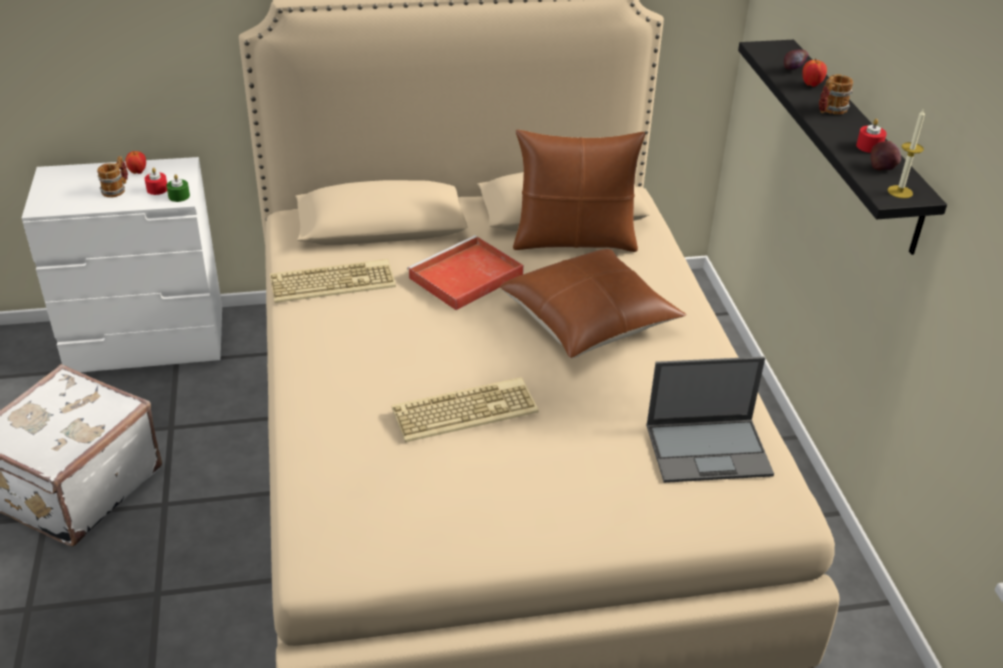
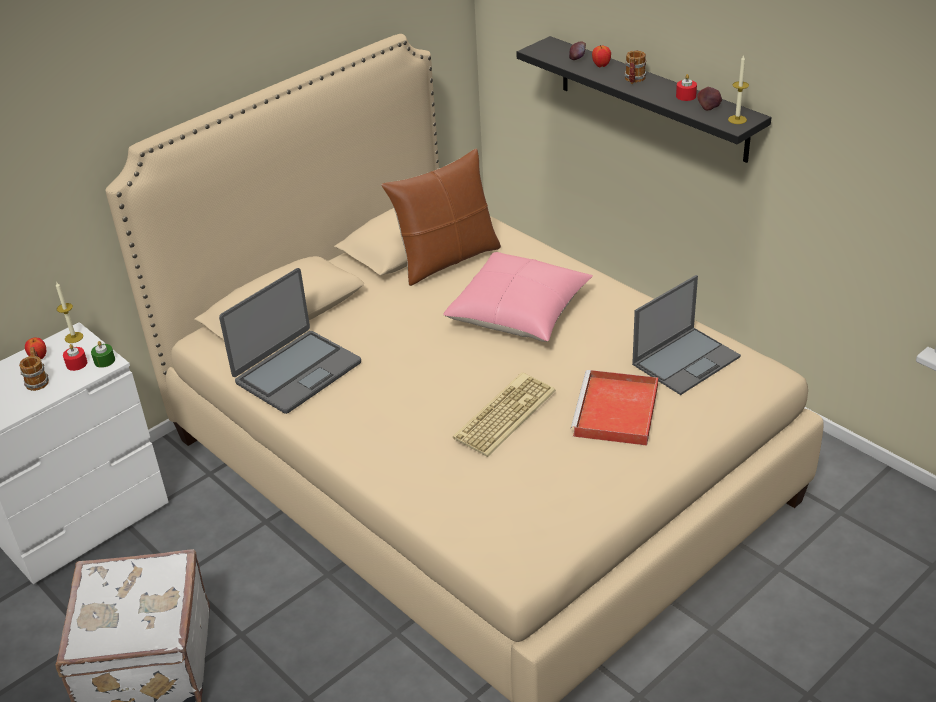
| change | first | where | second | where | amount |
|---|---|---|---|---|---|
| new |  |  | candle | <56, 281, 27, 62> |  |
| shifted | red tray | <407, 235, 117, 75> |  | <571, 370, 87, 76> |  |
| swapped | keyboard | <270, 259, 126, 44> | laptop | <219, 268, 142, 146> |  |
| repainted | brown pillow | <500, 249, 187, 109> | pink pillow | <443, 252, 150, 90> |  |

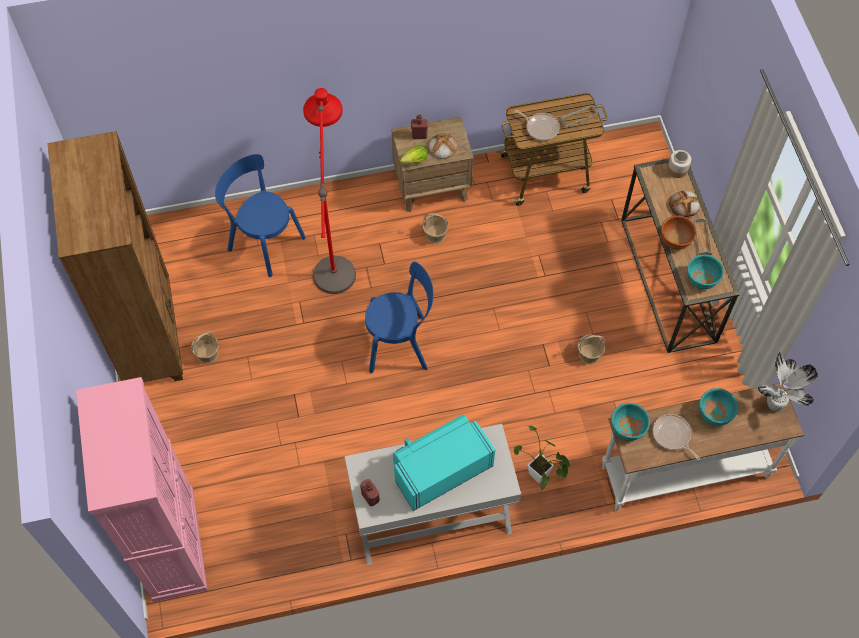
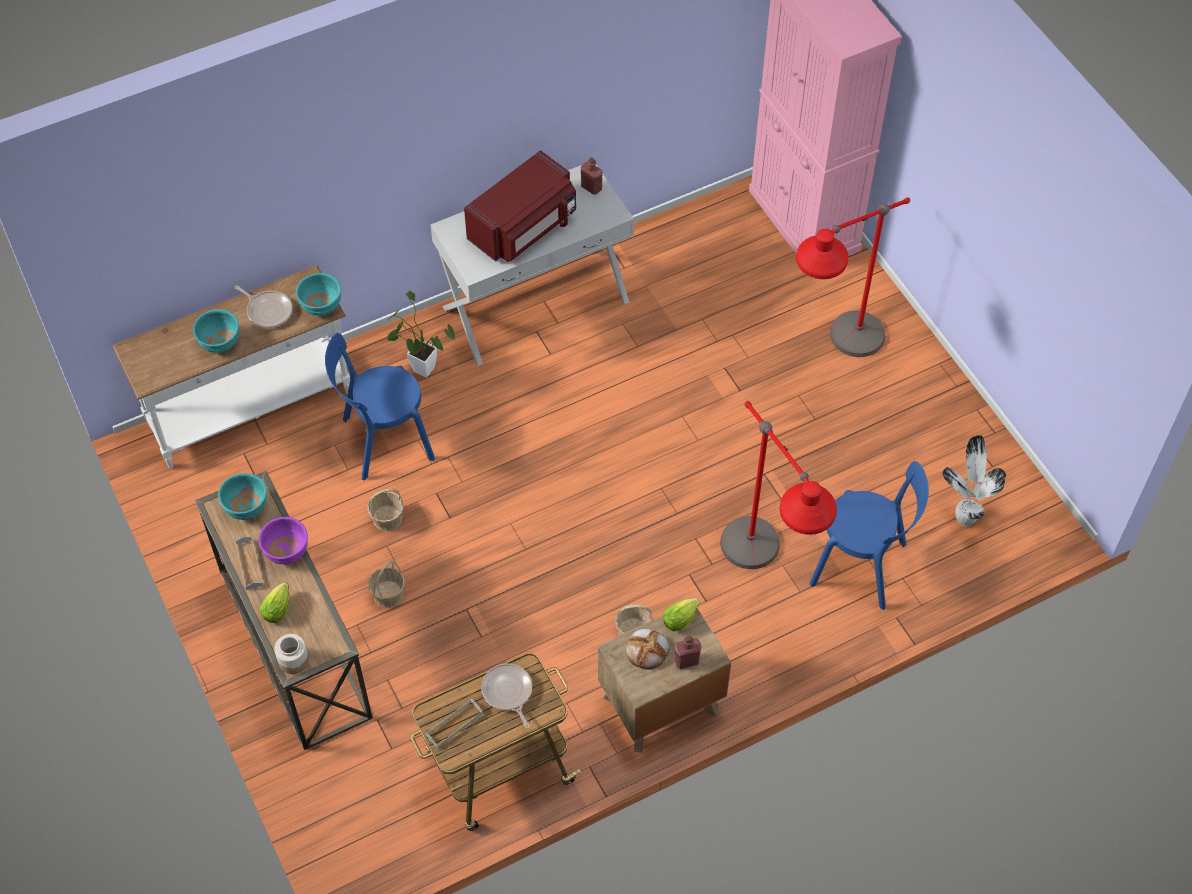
| change | first | where | second | where | amount |
|---|---|---|---|---|---|
| gone | brown bookcase | <47, 131, 136, 251> |  |  |  |
| new |  |  | red floor lamp | <796, 197, 114, 160> |  |
| shifted | basket | <191, 331, 28, 33> |  | <368, 561, 37, 47> |  |
| shifted | blue chair | <365, 262, 69, 111> |  | <325, 333, 110, 147> |  |
| shifted | potted plant | <758, 352, 60, 59> |  | <942, 435, 64, 91> |  |
| swapped | bread | <669, 191, 31, 26> | lettuce | <260, 582, 29, 41> |  |
| repainted | turquoise microwave | <393, 415, 102, 96> | red microwave | <464, 150, 112, 112> |  |
| repainted | brown bowl | <661, 215, 36, 35> | purple bowl | <258, 517, 50, 48> |  |
| rotated | frying pan | <515, 110, 45, 31> |  | <481, 663, 51, 66> | 45 degrees clockwise |

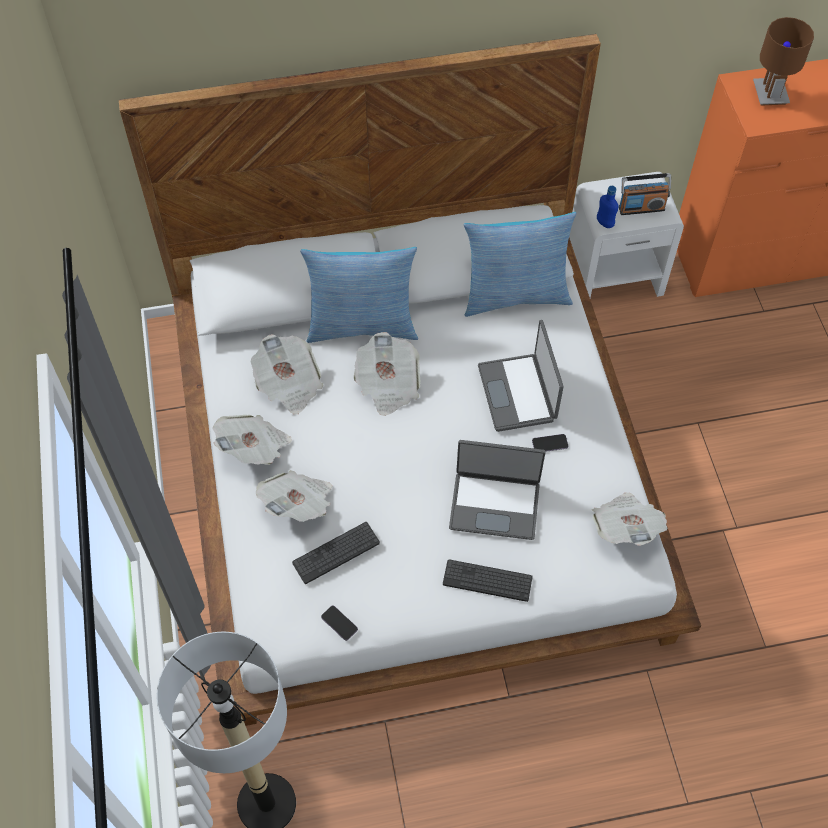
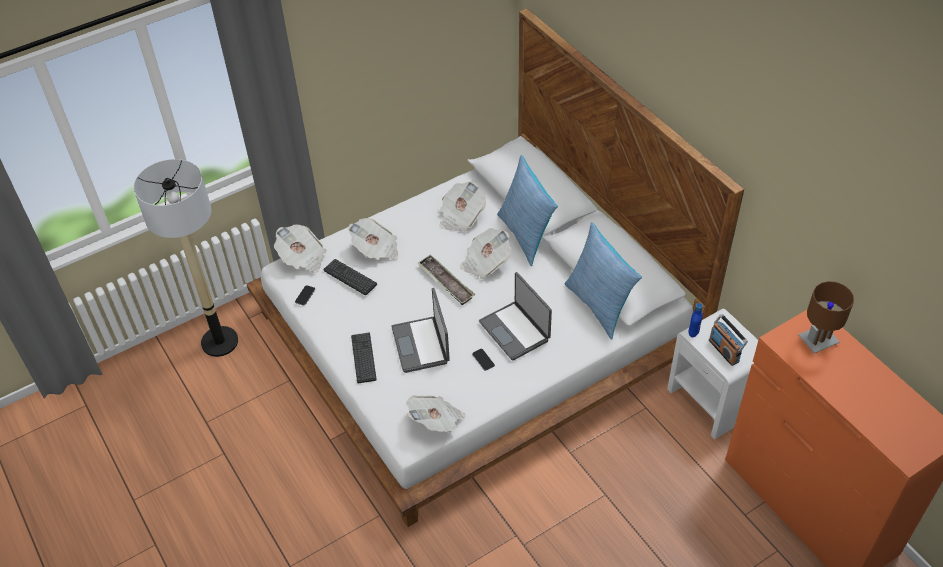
| change | first | where | second | where | amount |
|---|---|---|---|---|---|
| new |  |  | tray | <417, 255, 58, 50> |  |
| shifted | newspaper | <213, 415, 79, 50> |  | <274, 225, 53, 48> |  |
| rotated | laptop | <478, 320, 85, 112> |  | <479, 272, 73, 89> | 90 degrees counterclockwise |

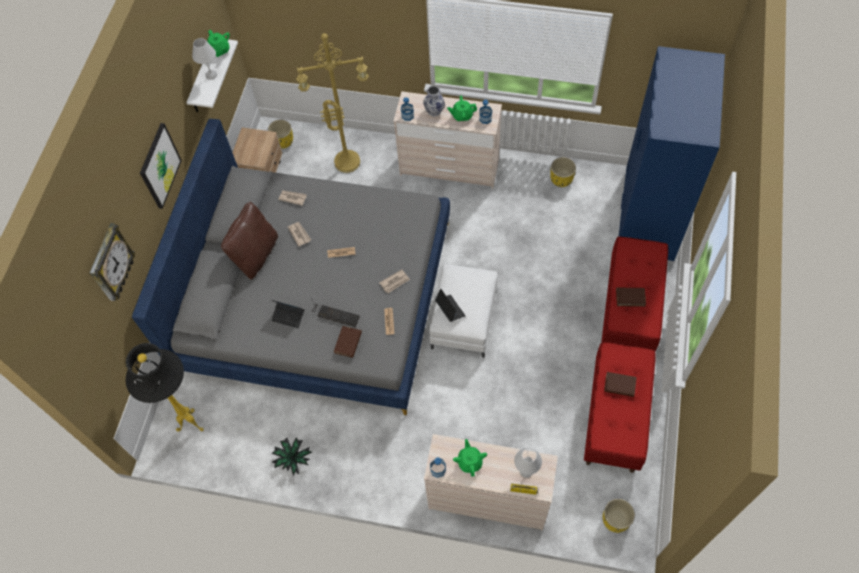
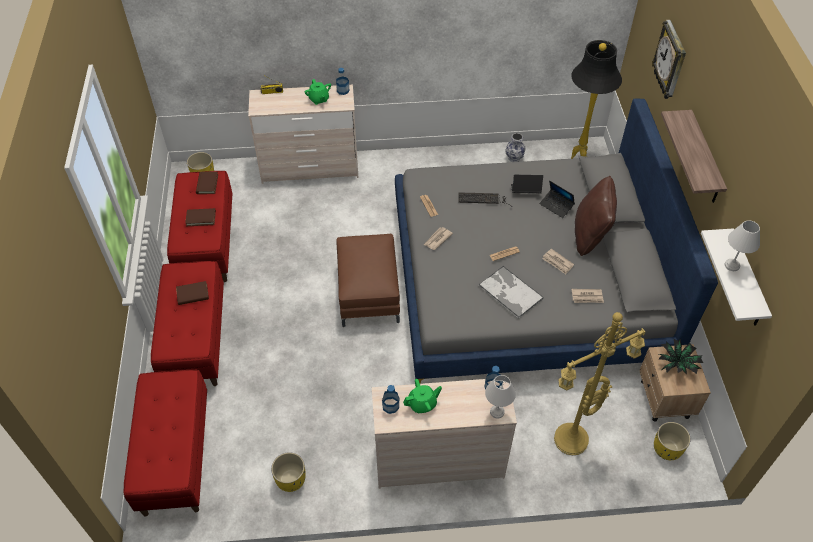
| change | first | where | second | where | amount |
|---|---|---|---|---|---|
| gone | green teapot | <207, 30, 23, 27> |  |  |  |
| new |  |  | tray | <478, 266, 66, 53> |  |
| shifted | potted plant | <272, 438, 40, 38> |  | <659, 338, 44, 36> |  |
| shifted | brown book | <334, 326, 28, 32> |  | <196, 172, 22, 22> |  |
| shifted | vase | <423, 86, 22, 31> |  | <505, 133, 21, 29> |  |
| shifted | laptop | <435, 289, 31, 33> |  | <540, 181, 35, 37> |  |
| shifted | white table lamp | <514, 448, 28, 30> |  | <485, 375, 31, 44> |  |
| swapped | picture | <140, 123, 42, 86> | shelf | <661, 110, 66, 93> |  |
| swapped | blue wardrobe | <618, 46, 107, 215> | red bench | <124, 370, 83, 147> |  |
| repainted | white ottoman | <429, 264, 69, 94> | brown ottoman | <336, 234, 64, 93> |  |

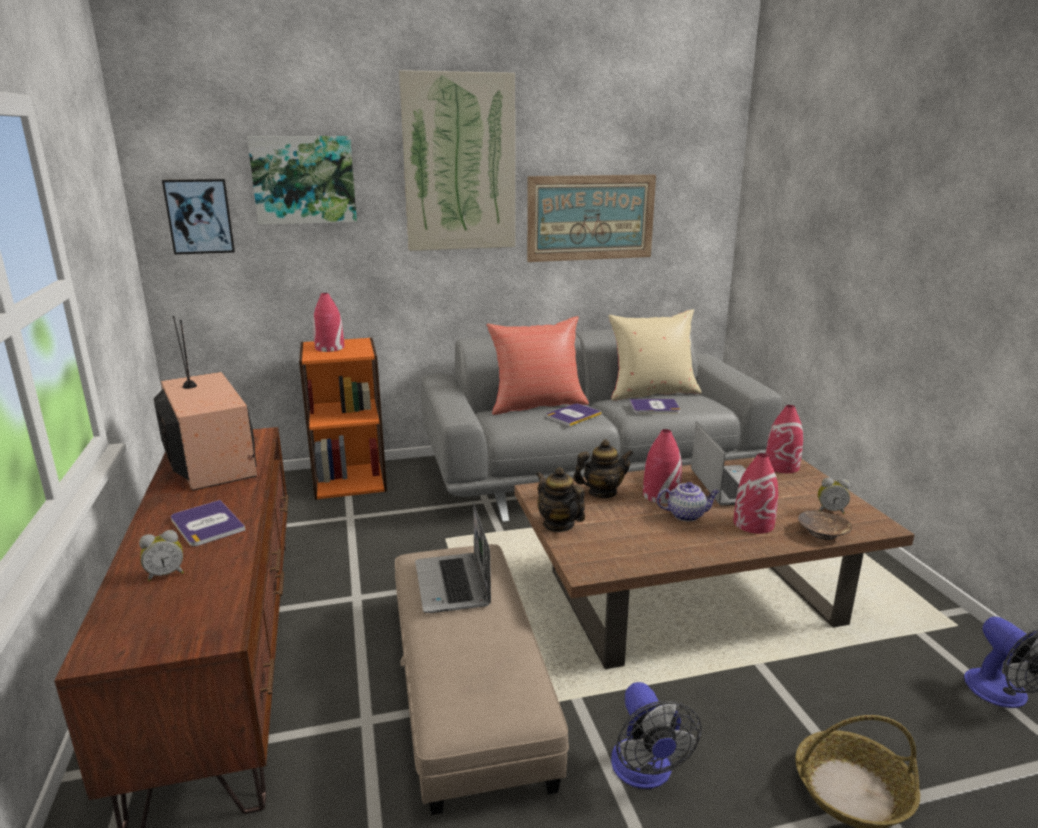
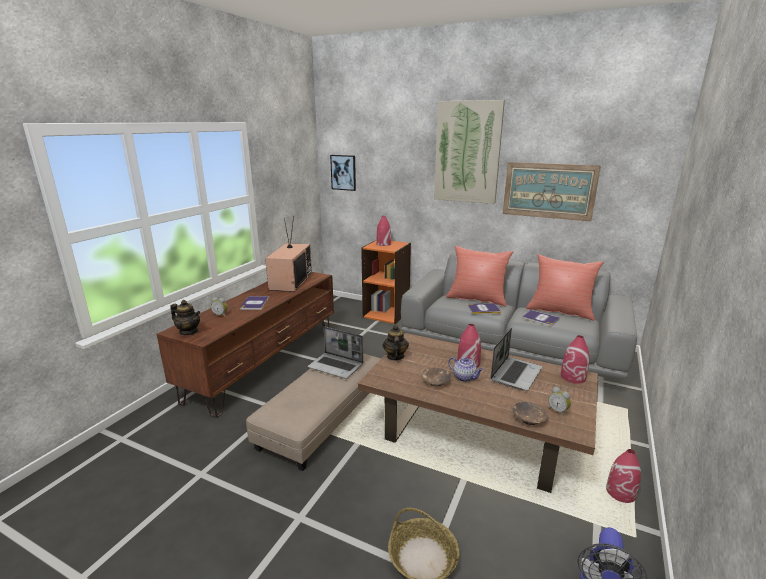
| change | first | where | second | where | amount |
|---|---|---|---|---|---|
| gone | picture | <247, 136, 110, 89> |  |  |  |
| gone | fan | <611, 682, 91, 107> |  |  |  |
| new |  |  | brown bowl | <421, 368, 30, 18> |  |
| shifted | teapot | <573, 439, 61, 59> |  | <170, 300, 30, 35> |  |
| shifted | red vase | <733, 453, 45, 81> |  | <606, 449, 35, 54> |  |
| repainted | beige pillow | <608, 309, 94, 92> | red pillow | <526, 254, 78, 67> |  |
| rotated | laptop | <415, 503, 76, 110> |  | <307, 327, 56, 52> | 90 degrees counterclockwise |

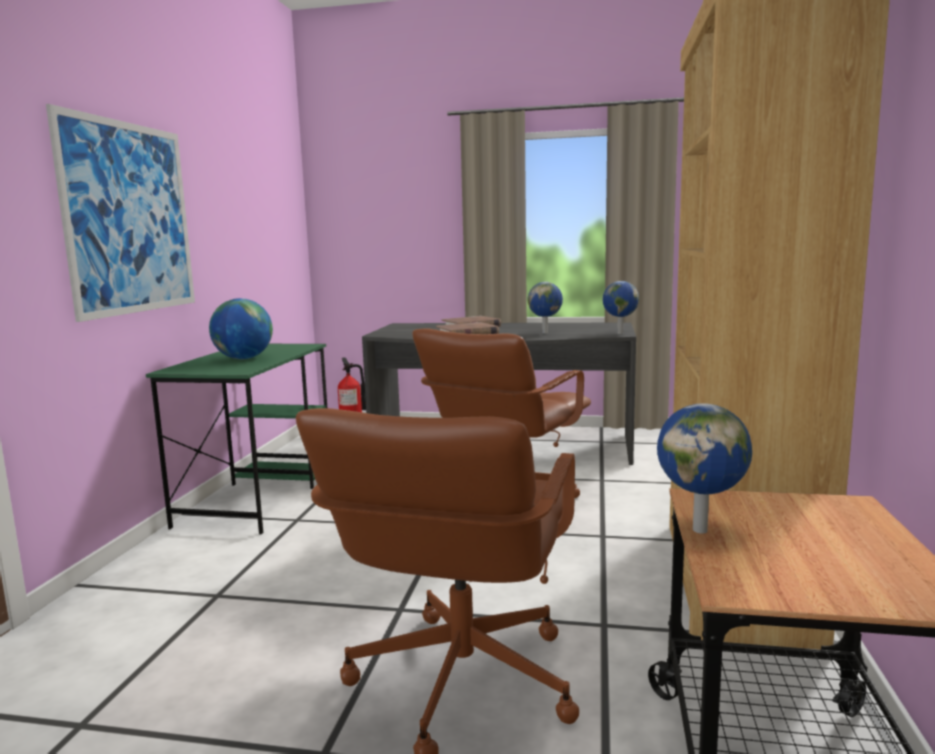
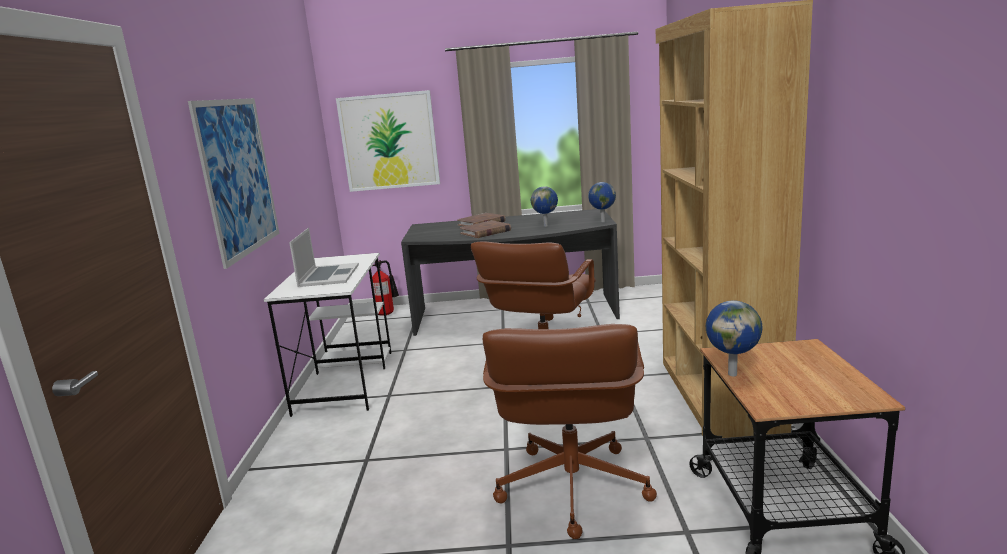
| change | first | where | second | where | amount |
|---|---|---|---|---|---|
| new |  |  | picture | <336, 90, 104, 102> |  |
| swapped | globe | <209, 298, 64, 61> | laptop | <289, 228, 70, 59> |  |
| repainted | green desk | <146, 344, 181, 191> | white desk | <264, 253, 128, 164> |  |

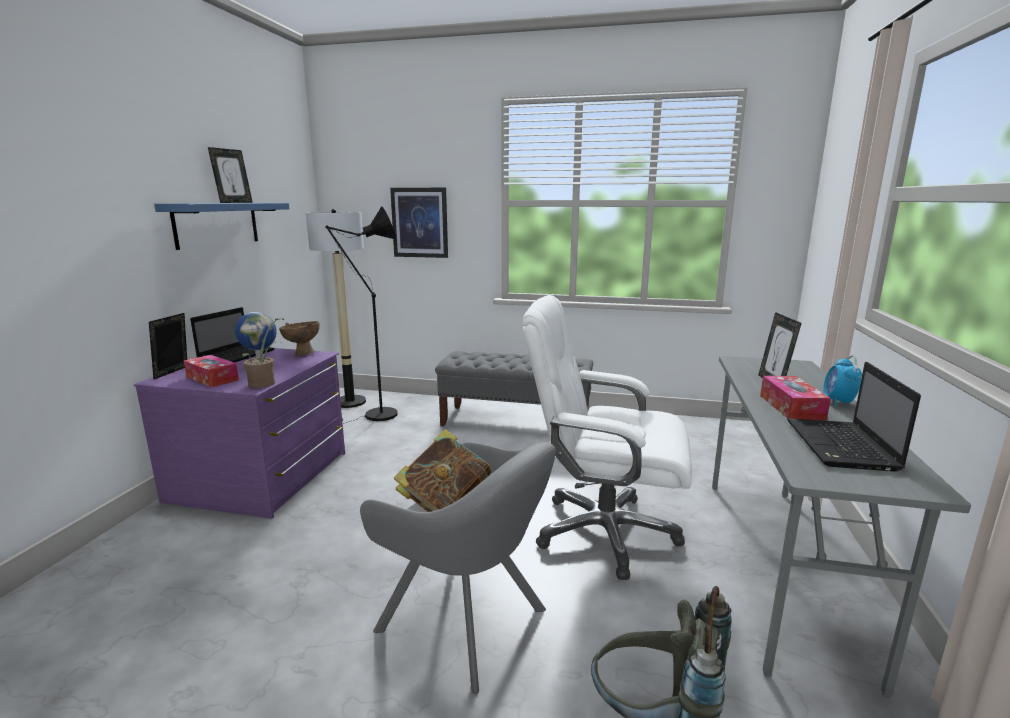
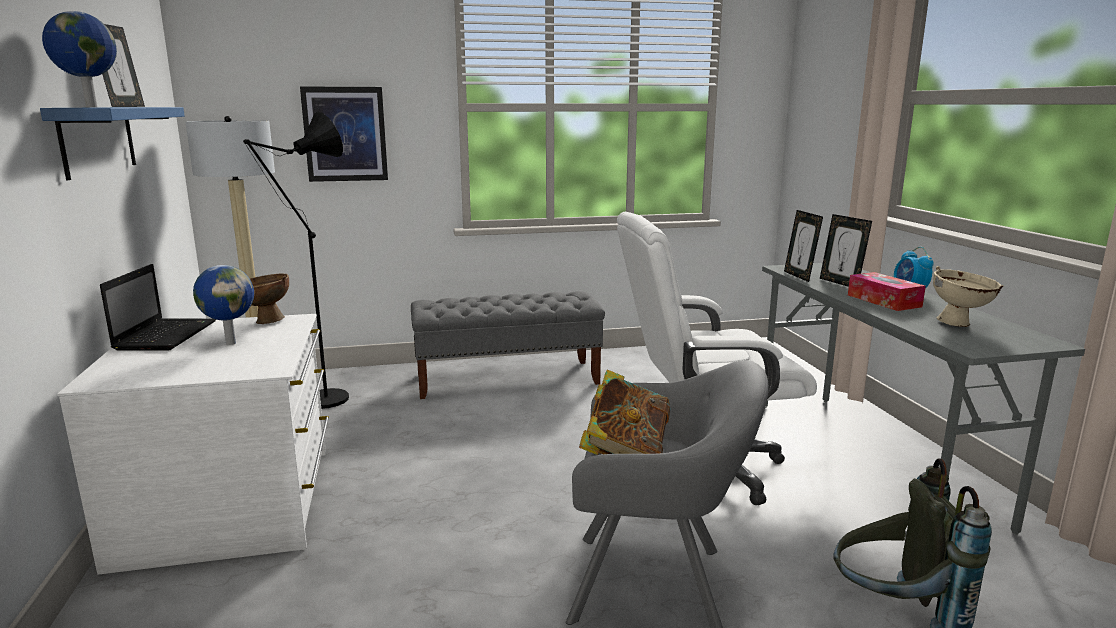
| change | first | where | second | where | amount |
|---|---|---|---|---|---|
| gone | tissue box | <184, 355, 55, 33> |  |  |  |
| gone | potted plant | <242, 318, 42, 70> |  |  |  |
| new |  |  | globe | <42, 11, 75, 96> |  |
| shifted | picture frame | <149, 313, 38, 66> |  | <784, 210, 39, 72> |  |
| swapped | laptop | <787, 362, 134, 109> | beige bowl | <933, 266, 71, 61> |  |
| repainted | purple dresser | <134, 348, 211, 171> | white dresser | <57, 314, 272, 261> |  |

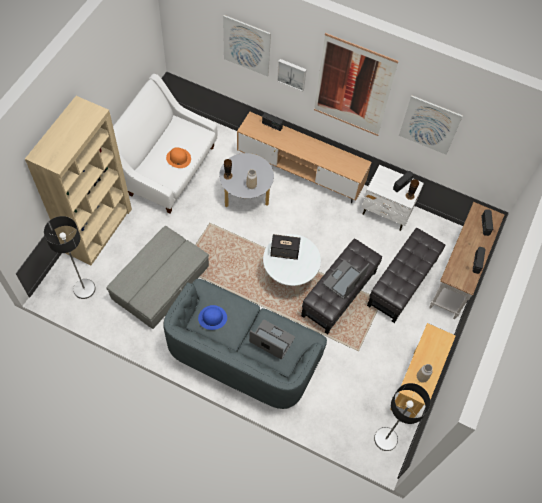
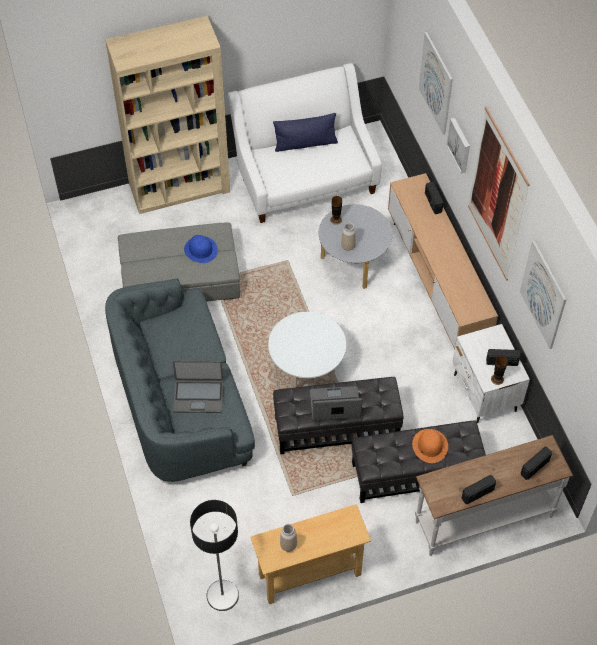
| change | first | where | second | where | amount |
|---|---|---|---|---|---|
| gone | floor lamp | <44, 216, 51, 83> |  |  |  |
| gone | speaker | <270, 234, 31, 26> |  |  |  |
| new |  |  | blue pillow | <273, 113, 65, 39> |  |
| shifted | orange hat | <166, 147, 25, 21> |  | <412, 429, 36, 34> |  |
| shifted | blue hat | <198, 305, 29, 25> |  | <184, 235, 34, 28> |  |
| rotated | laptop | <249, 320, 46, 39> |  | <173, 360, 51, 53> | 105 degrees clockwise |

